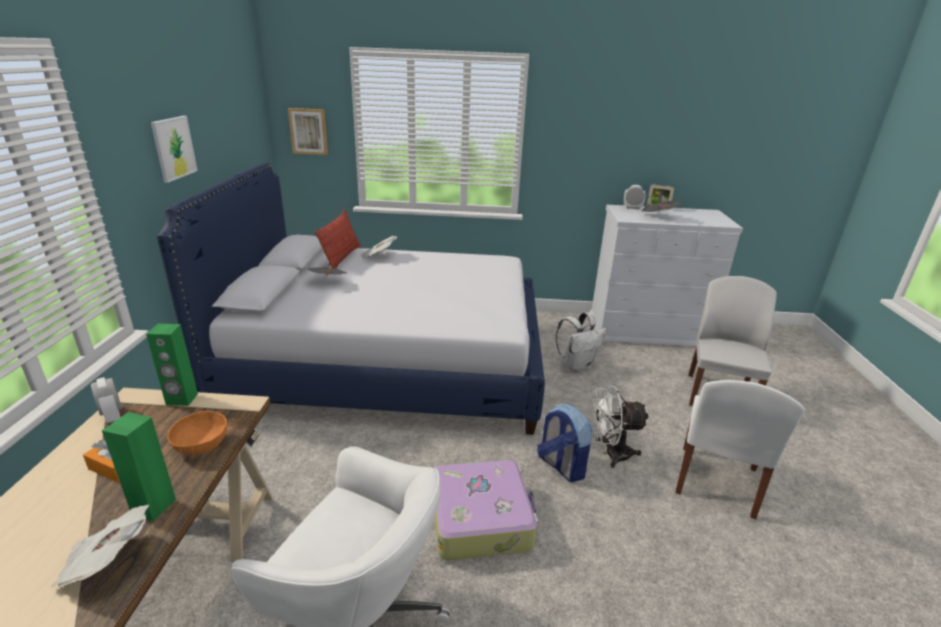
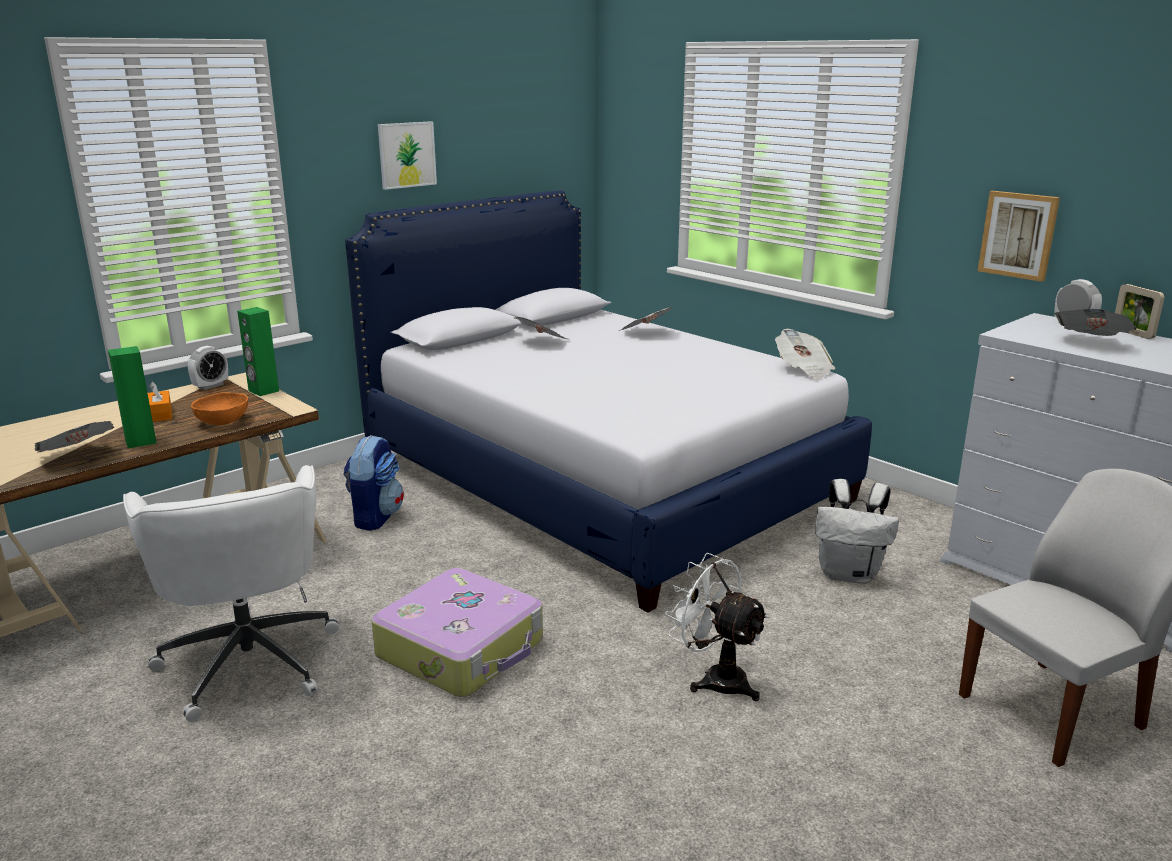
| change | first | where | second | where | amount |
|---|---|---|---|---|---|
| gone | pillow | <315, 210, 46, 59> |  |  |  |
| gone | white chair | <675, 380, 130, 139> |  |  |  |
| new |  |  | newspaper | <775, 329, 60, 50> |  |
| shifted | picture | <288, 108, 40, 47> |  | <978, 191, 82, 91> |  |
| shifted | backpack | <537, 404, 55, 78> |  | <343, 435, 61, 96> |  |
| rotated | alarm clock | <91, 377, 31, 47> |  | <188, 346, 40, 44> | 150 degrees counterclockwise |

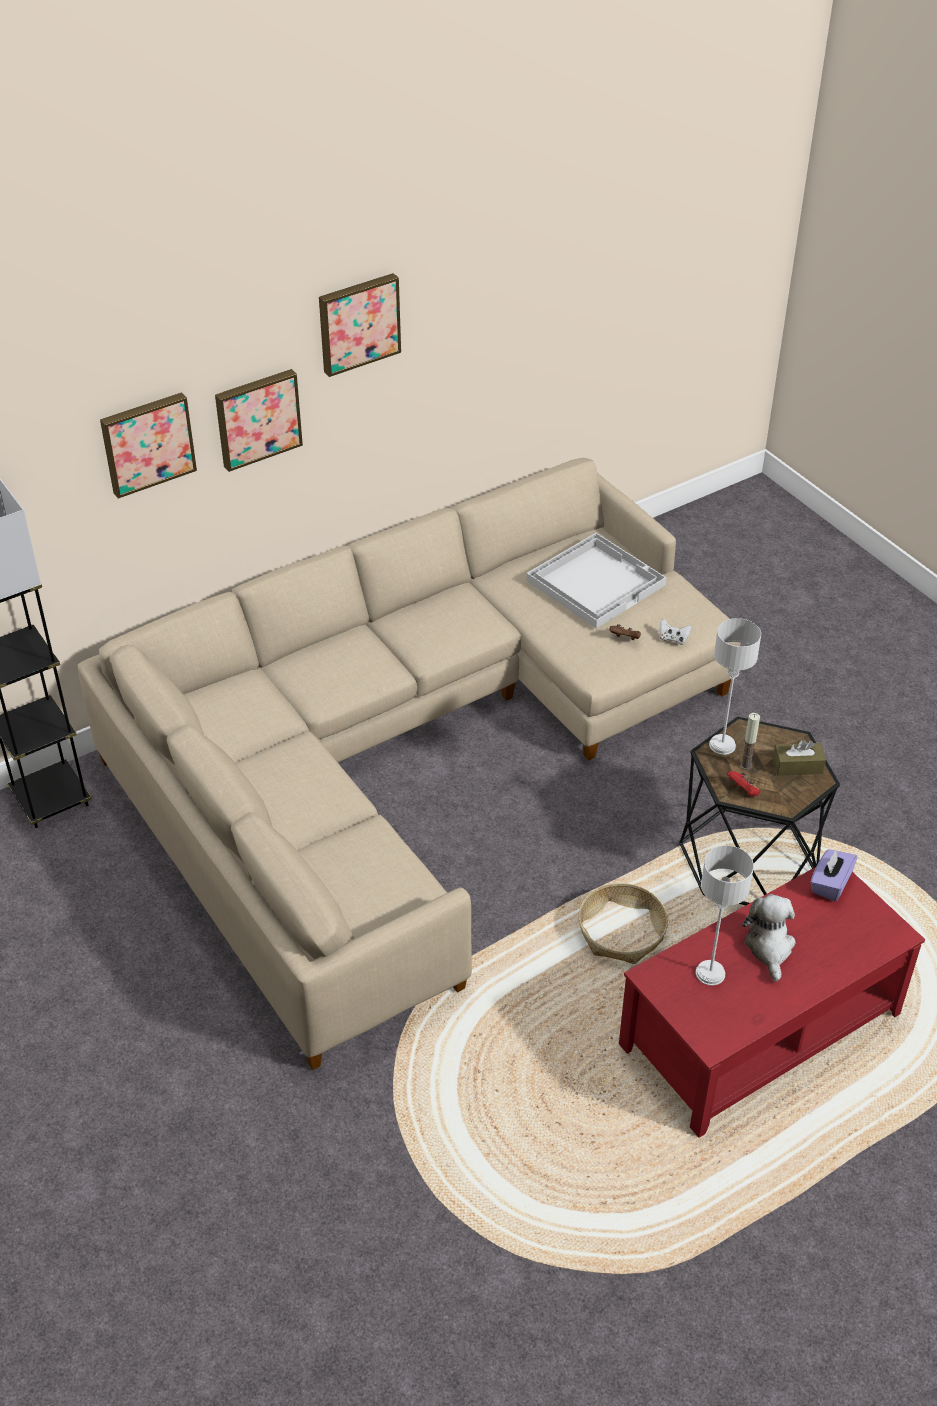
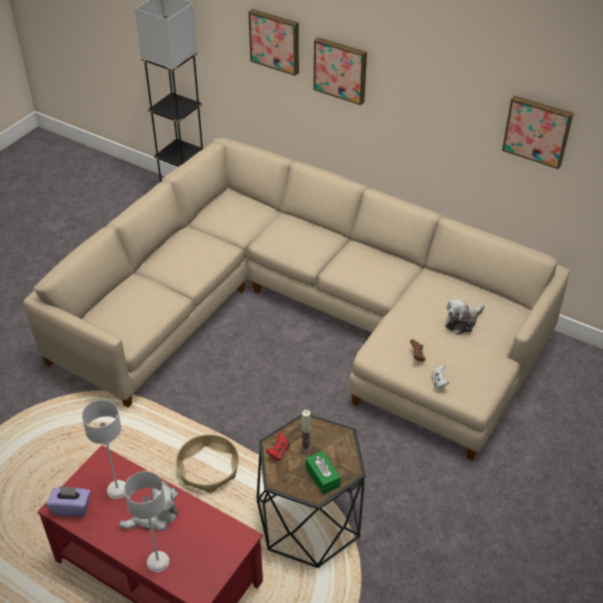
| change | first | where | second | where | amount |
|---|---|---|---|---|---|
| shifted | picture | <319, 273, 82, 104> |  | <502, 95, 71, 74> |  |
| shifted | grey table lamp | <709, 618, 52, 137> |  | <124, 471, 46, 101> |  |
| shifted | purple tissue box | <810, 849, 48, 52> |  | <46, 486, 45, 31> |  |
| swapped | white tray | <526, 533, 141, 95> | plush toy | <446, 298, 39, 37> |  |
| repainted | brown tissue box | <773, 739, 53, 37> | green tissue box | <306, 451, 35, 43> |  |

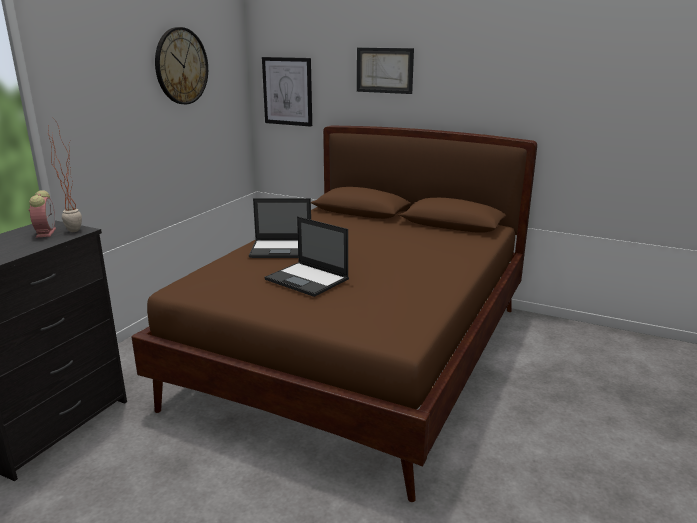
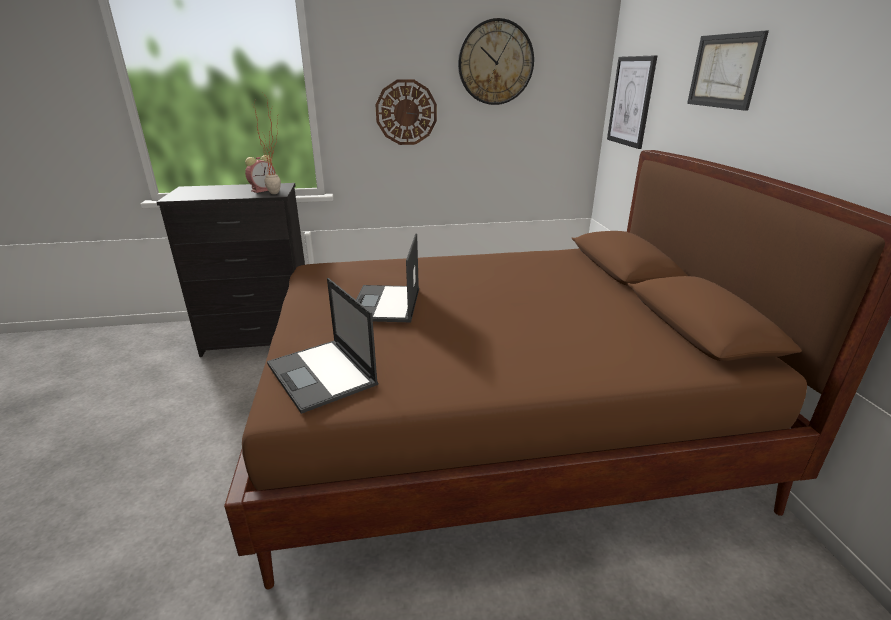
| change | first | where | second | where | amount |
|---|---|---|---|---|---|
| new |  |  | wall clock | <375, 79, 62, 66> |  |
| shifted | laptop | <249, 198, 62, 60> |  | <267, 278, 111, 136> |  |

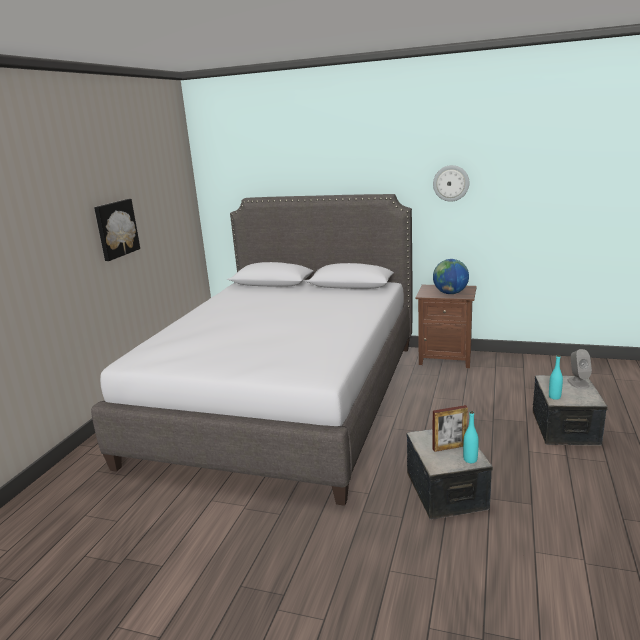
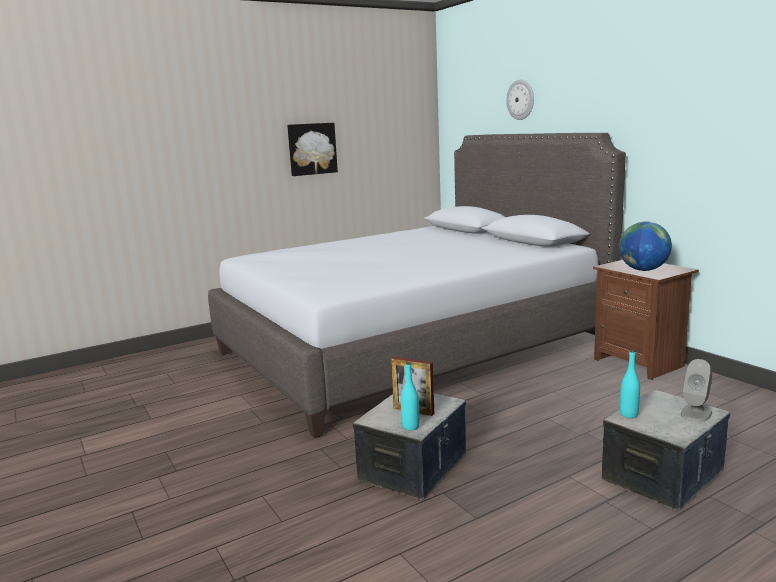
| change | first | where | second | where | amount |
|---|---|---|---|---|---|
| shifted | wall clock | <433, 165, 36, 37> |  | <506, 80, 28, 40> |  |

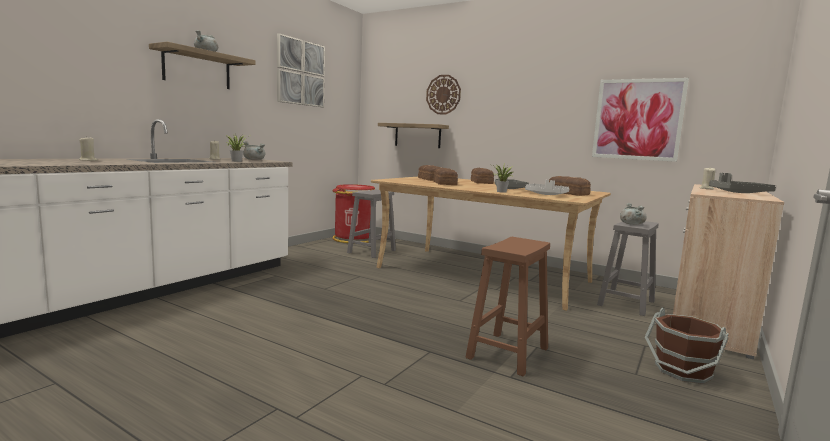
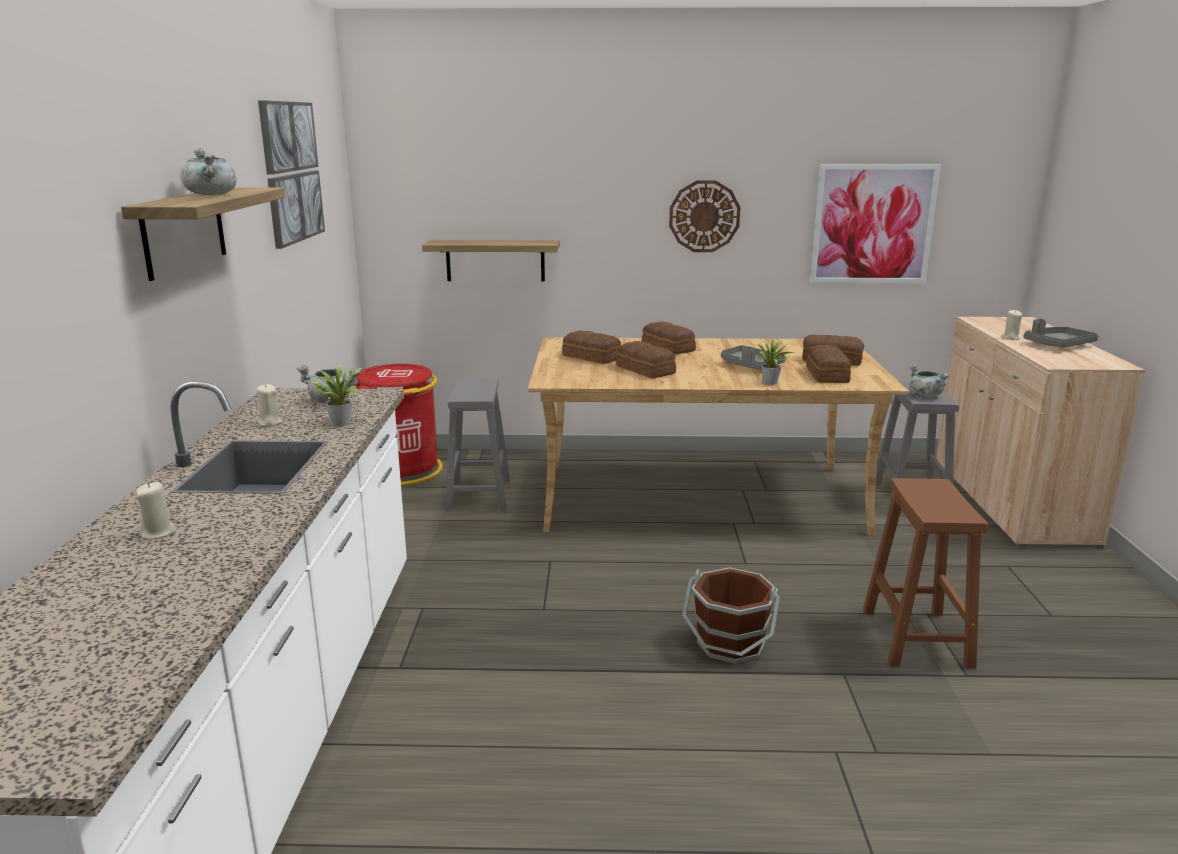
| change | first | where | second | where | amount |
|---|---|---|---|---|---|
| shifted | wall clock | <426, 75, 35, 39> |  | <669, 180, 71, 72> |  |
| shifted | brown bucket | <645, 308, 84, 76> |  | <682, 567, 98, 97> |  |
| swapped | grey tray | <525, 180, 44, 15> | bread | <806, 345, 45, 38> |  |

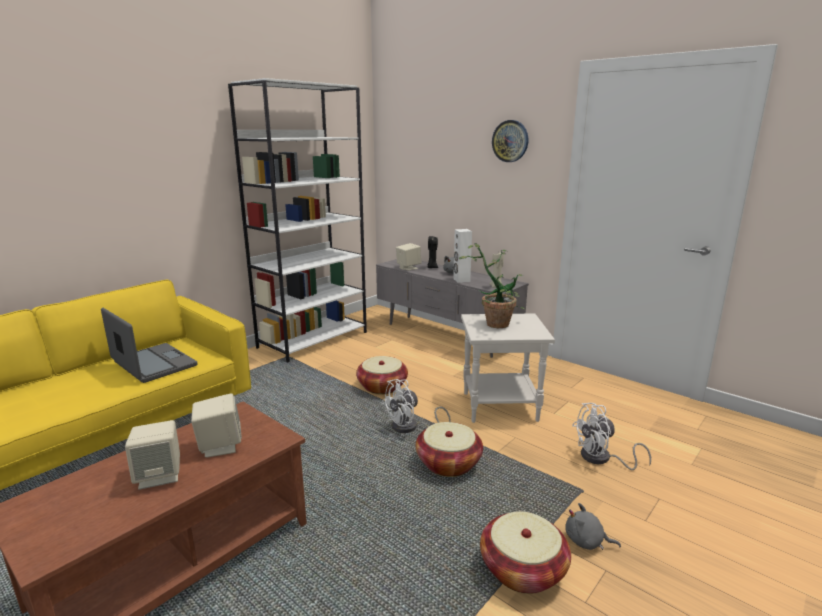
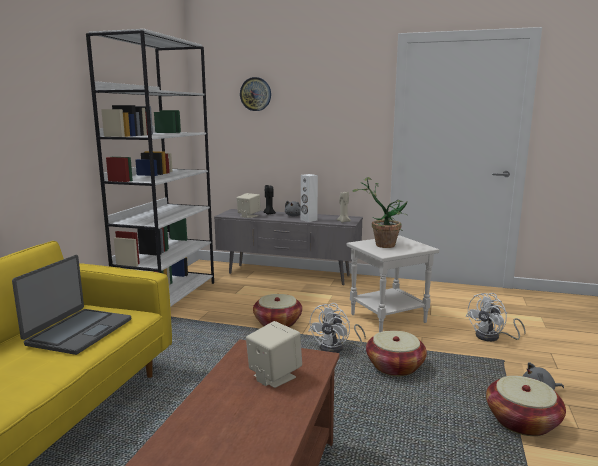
| change | first | where | second | where | amount |
|---|---|---|---|---|---|
| gone | beige speaker | <125, 420, 55, 70> |  |  |  |
| shifted | wall clock | <492, 120, 36, 42> |  | <240, 77, 31, 34> |  |
| rotated | laptop | <101, 308, 97, 75> |  | <12, 255, 119, 100> | 90 degrees clockwise |

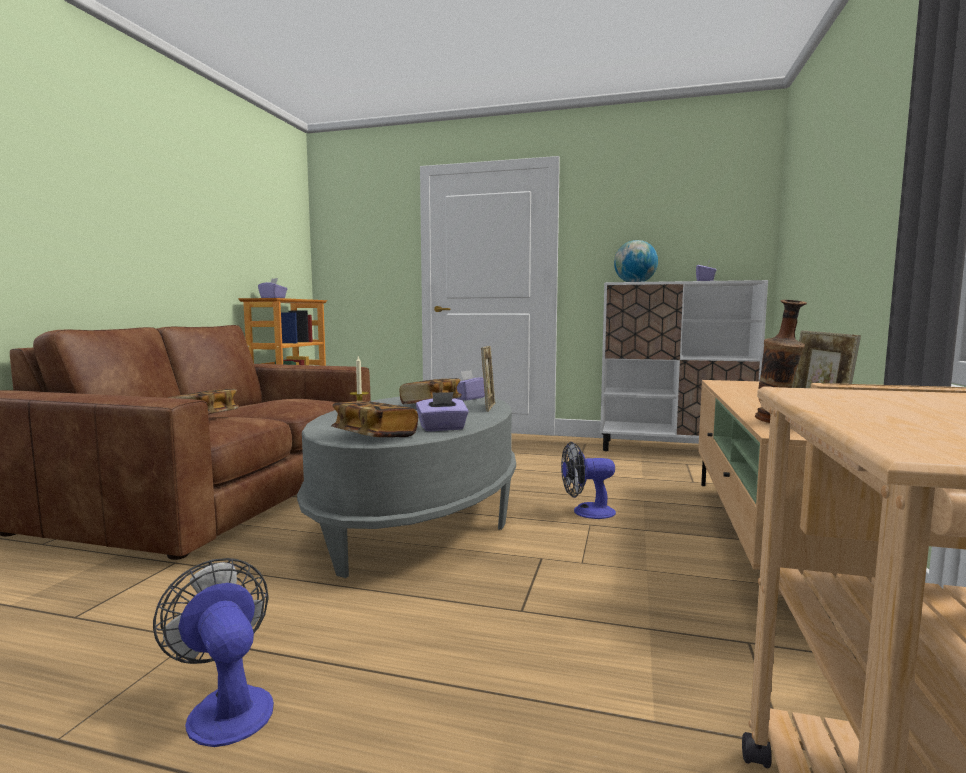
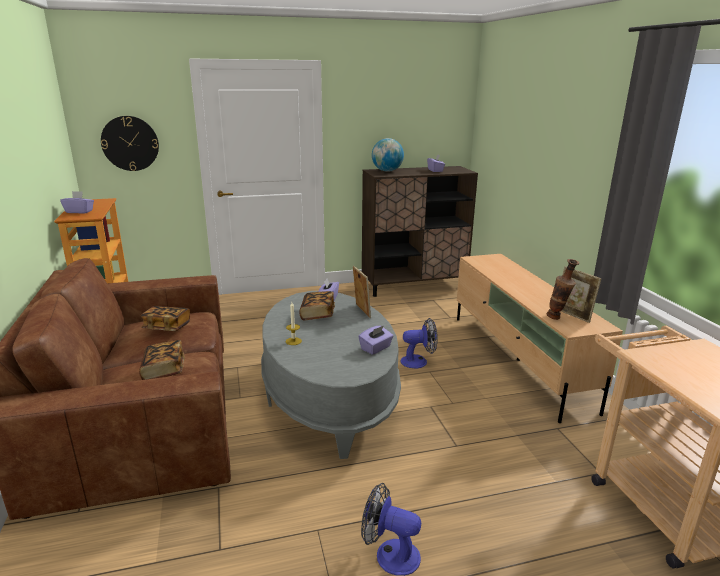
| change | first | where | second | where | amount |
|---|---|---|---|---|---|
| new |  |  | wall clock | <101, 116, 58, 55> |  |
| shifted | book | <331, 401, 87, 36> |  | <141, 306, 49, 25> |  |
| repainted | white cabinet | <600, 280, 168, 171> | brown cabinet | <362, 166, 116, 131> |  |
| rotated | fan | <561, 442, 55, 77> |  | <401, 318, 37, 50> | 150 degrees counterclockwise |

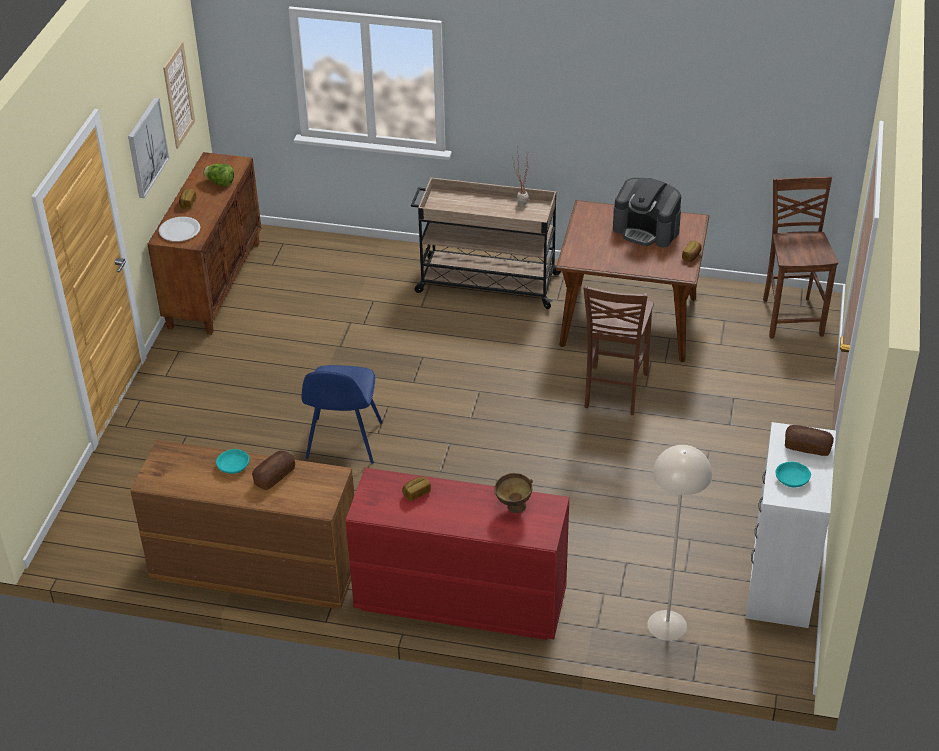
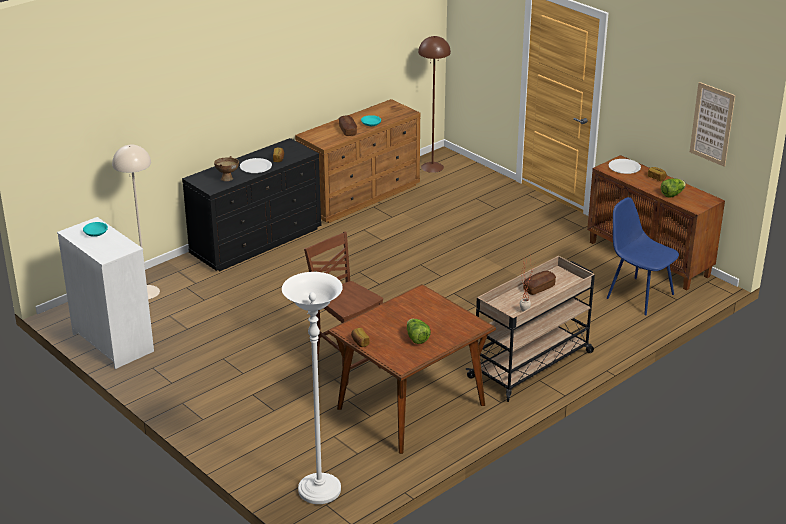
| change | first | where | second | where | amount |
|---|---|---|---|---|---|
| gone | picture | <128, 98, 41, 100> |  |  |  |
| new |  |  | white plate | <240, 158, 32, 15> |  |
| new |  |  | brown floor lamp | <418, 36, 33, 137> |  |
| shifted | blue chair | <301, 365, 82, 99> |  | <607, 197, 72, 118> |  |
| shifted | bread | <785, 425, 49, 31> |  | <523, 271, 33, 24> |  |
| swapped | coffee machine | <613, 178, 68, 69> | lettuce | <407, 319, 24, 25> |  |
| swapped | brown chair | <763, 176, 75, 163> | white floor lamp | <282, 272, 61, 232> |  |
| repainted | red dresser | <345, 468, 224, 172> | black dresser | <182, 138, 140, 133> |  |

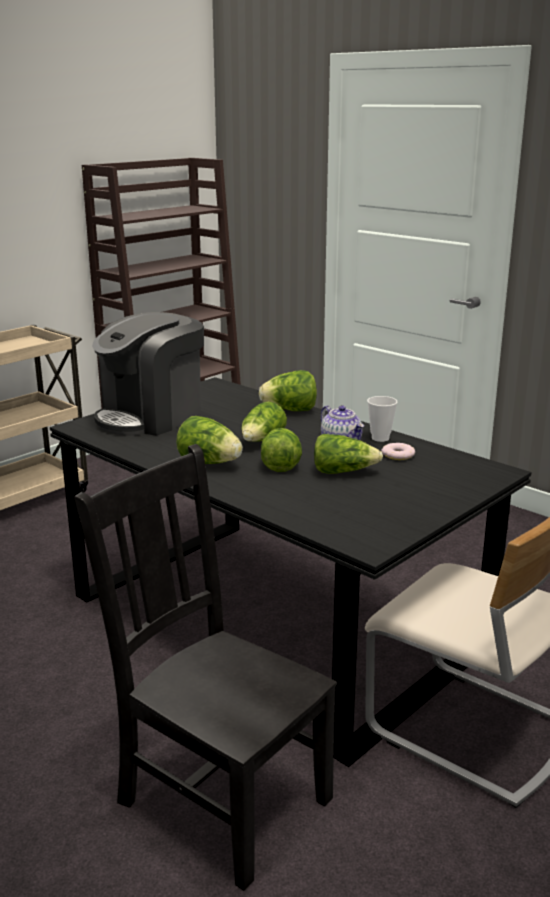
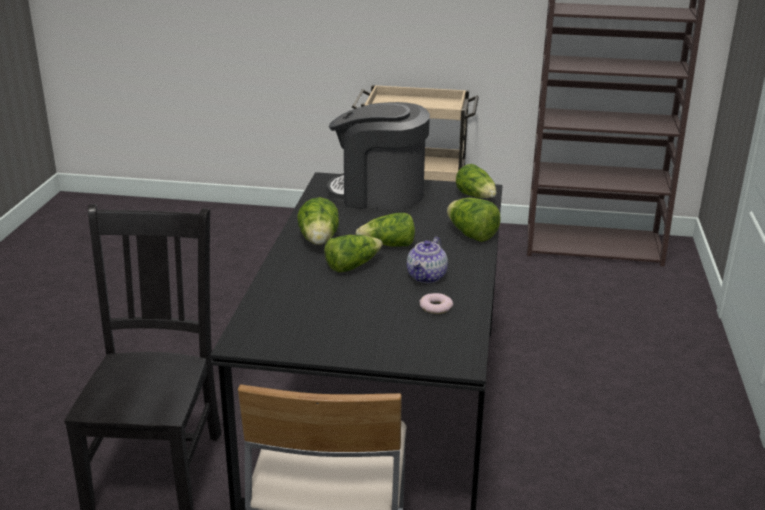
| change | first | where | second | where | amount |
|---|---|---|---|---|---|
| gone | cup | <367, 396, 30, 46> |  |  |  |
| shifted | lettuce | <314, 434, 69, 40> |  | <456, 164, 41, 34> |  |

